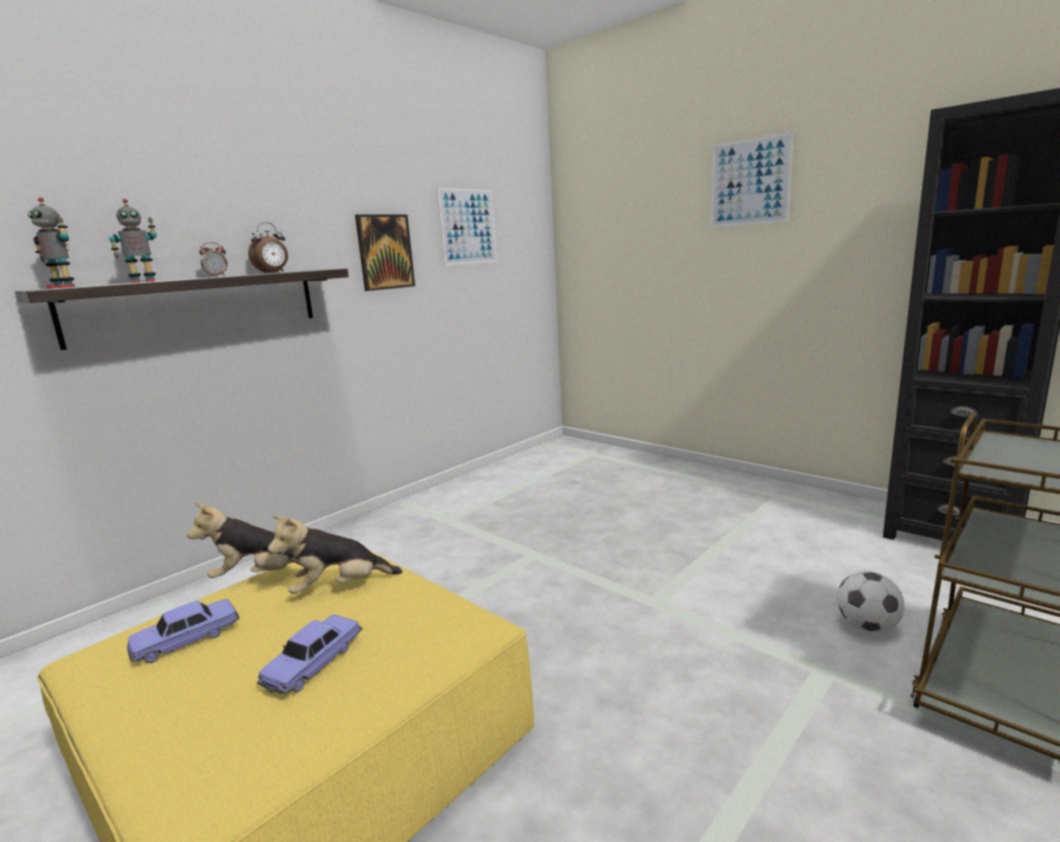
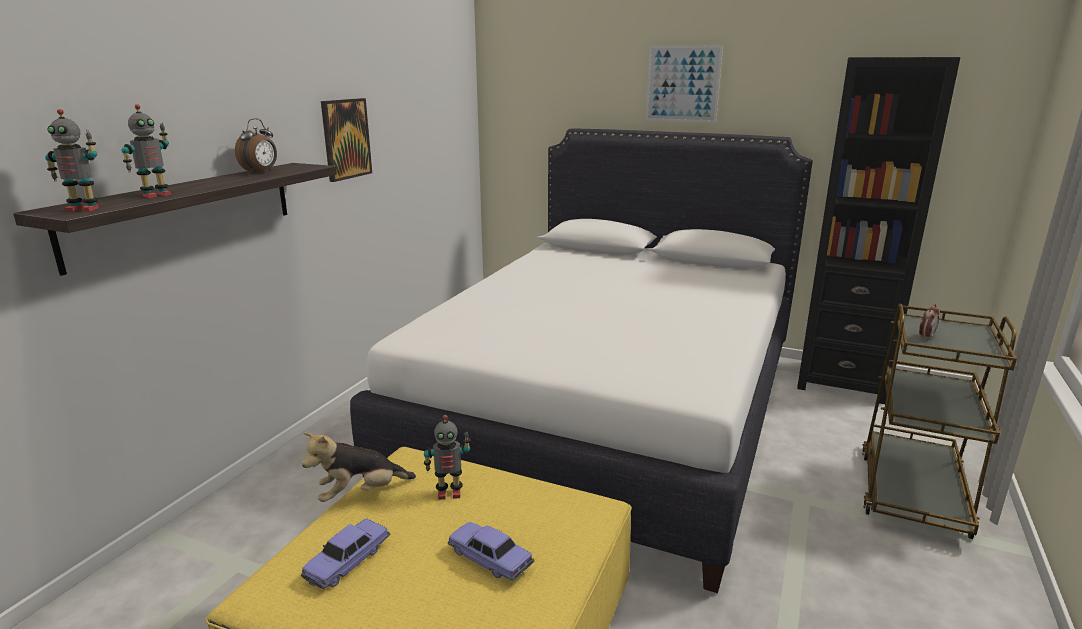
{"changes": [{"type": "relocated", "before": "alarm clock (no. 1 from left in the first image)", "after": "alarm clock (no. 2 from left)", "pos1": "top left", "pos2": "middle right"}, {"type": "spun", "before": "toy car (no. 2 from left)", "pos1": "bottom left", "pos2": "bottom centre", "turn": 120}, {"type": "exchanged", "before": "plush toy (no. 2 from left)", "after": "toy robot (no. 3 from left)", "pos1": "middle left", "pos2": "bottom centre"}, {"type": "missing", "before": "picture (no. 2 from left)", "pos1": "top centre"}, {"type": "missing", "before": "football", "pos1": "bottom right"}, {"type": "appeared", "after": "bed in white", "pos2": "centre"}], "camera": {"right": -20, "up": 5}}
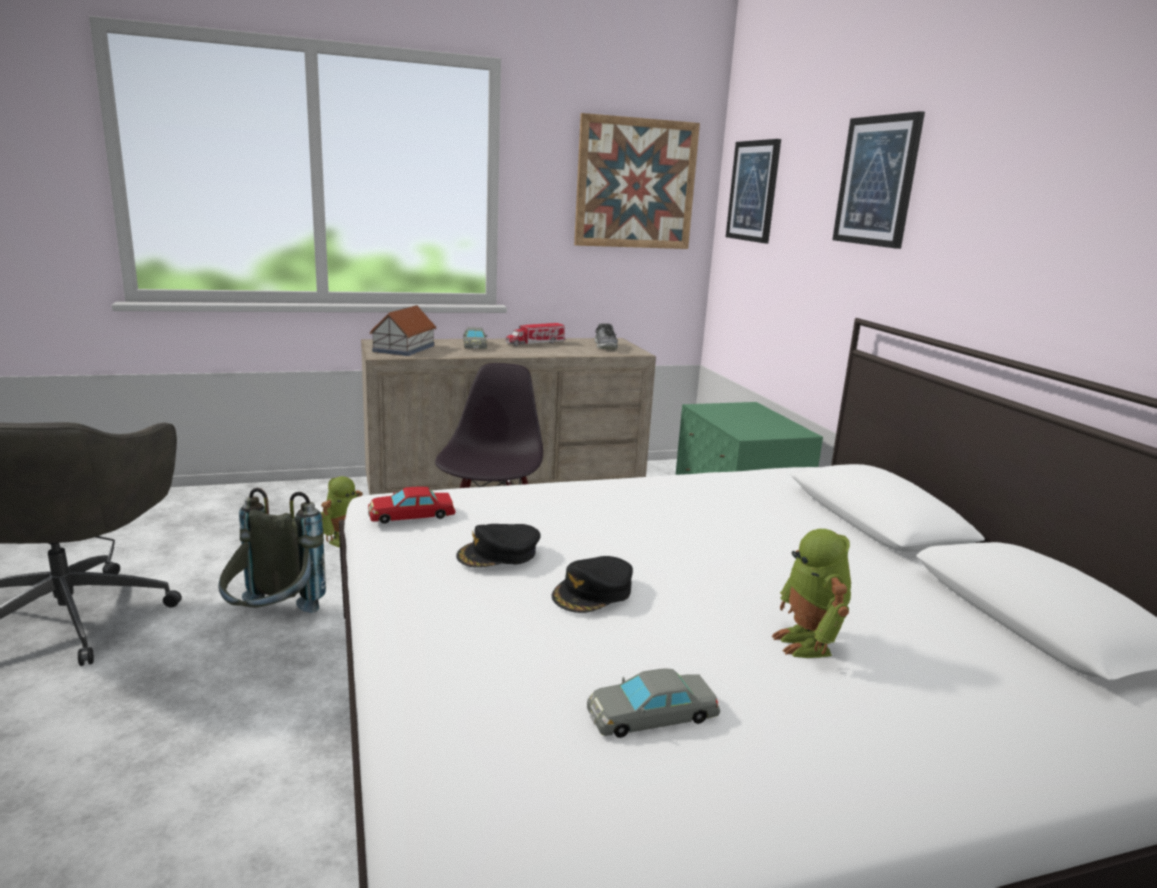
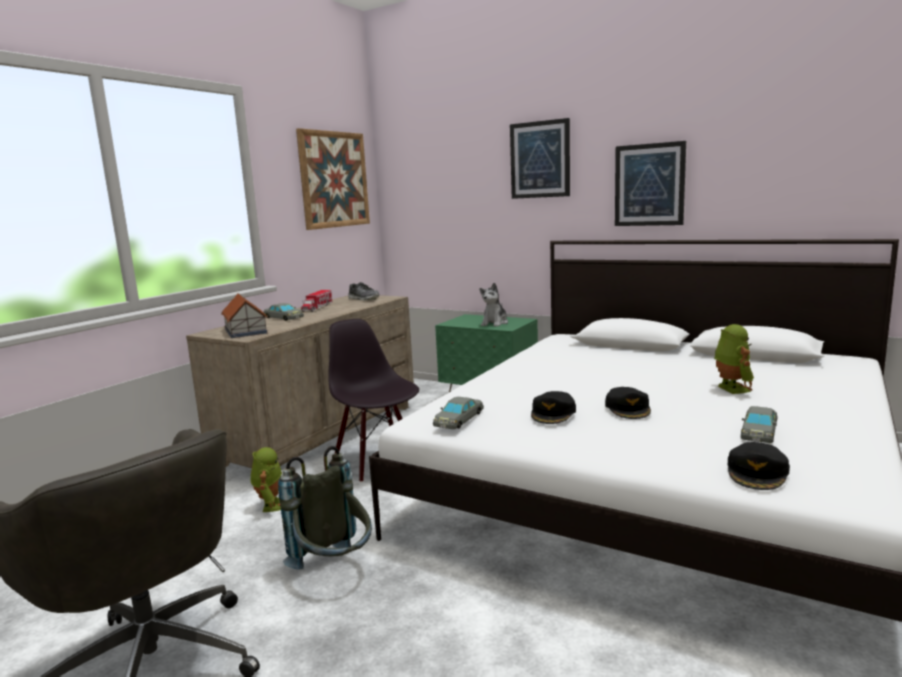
{"changes": [{"type": "colour", "before": "toy car in red", "after": "toy car in grey (no. 2 from left)", "pos1": "centre", "pos2": "centre"}, {"type": "relocated", "before": "picture (no. 2 from left in the first image)", "after": "picture (no. 3 from left)", "pos1": "top centre", "pos2": "top right"}, {"type": "spun", "before": "toy robot (no. 2 from left)", "pos1": "bottom right", "pos2": "middle right", "turn": -135}, {"type": "appeared", "after": "plush toy", "pos2": "centre"}, {"type": "appeared", "after": "cap in black (no. 3 from left)", "pos2": "bottom right"}], "camera": {"right": -40, "up": -5}}
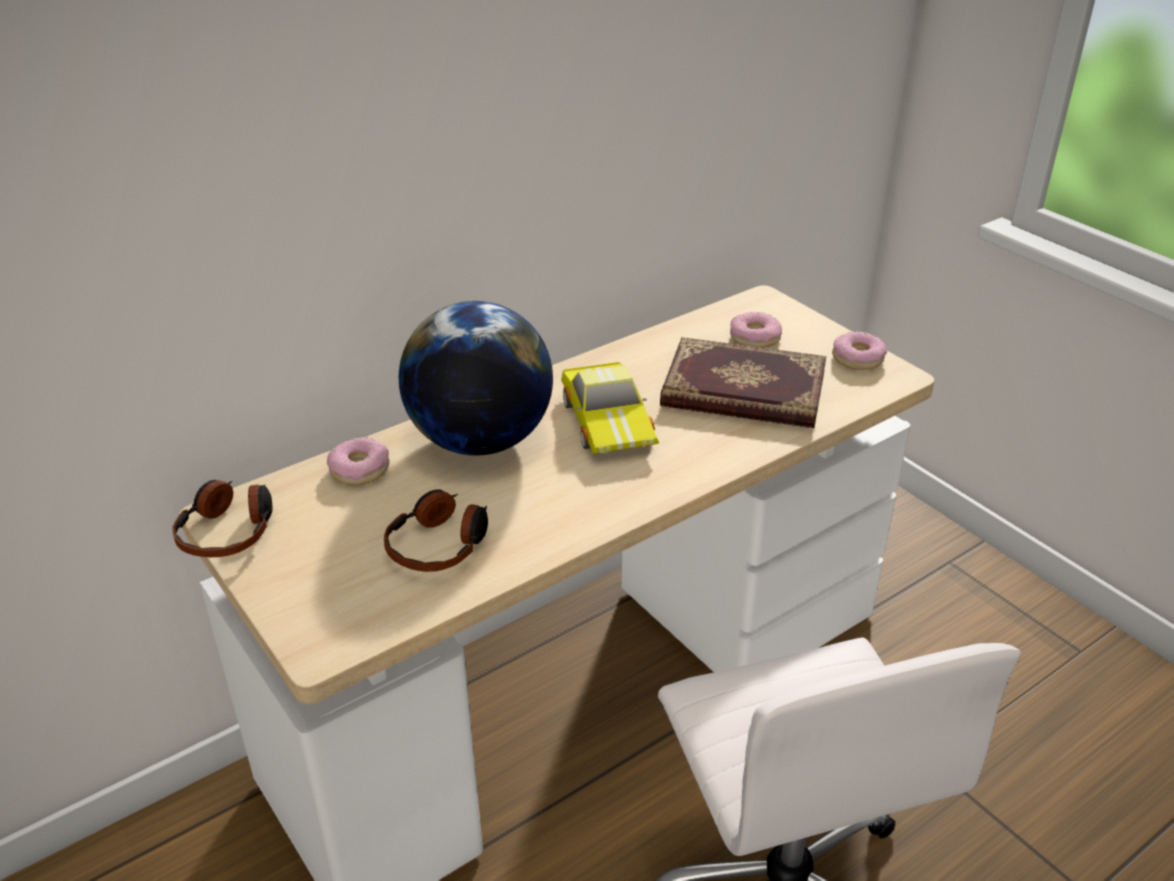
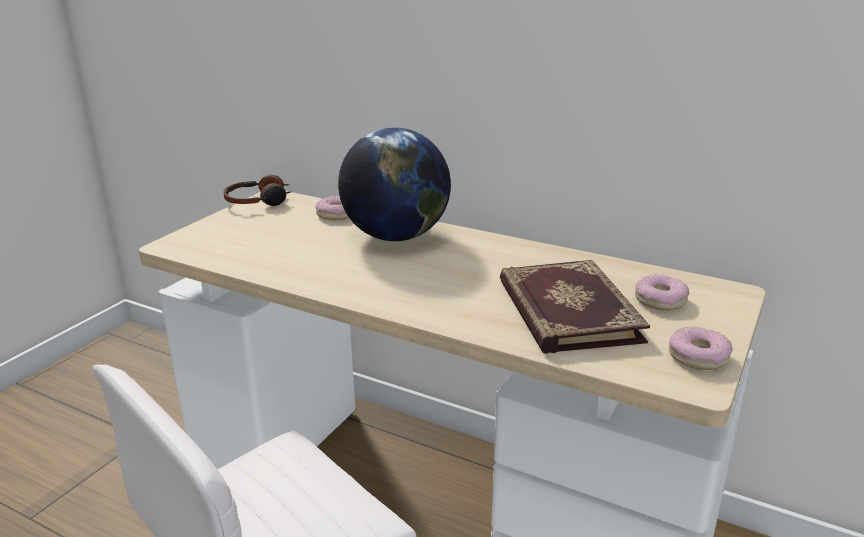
{"changes": [{"type": "missing", "before": "headphones (no. 2 from left)", "pos1": "centre"}, {"type": "missing", "before": "toy car", "pos1": "centre"}], "camera": {"right": 65, "up": -10}}
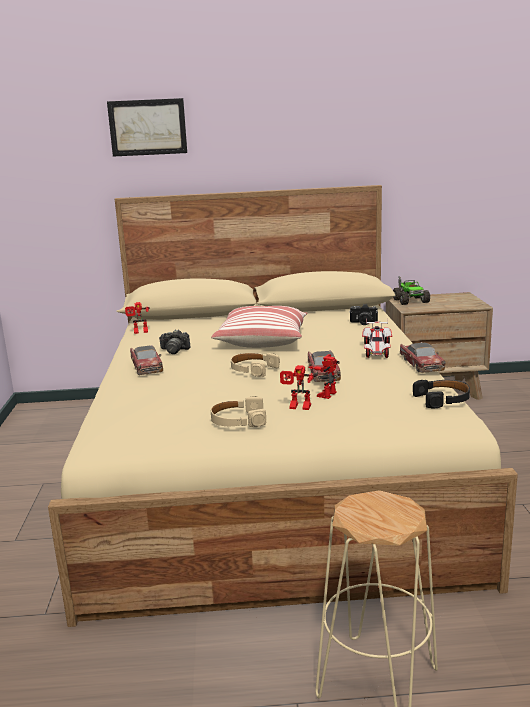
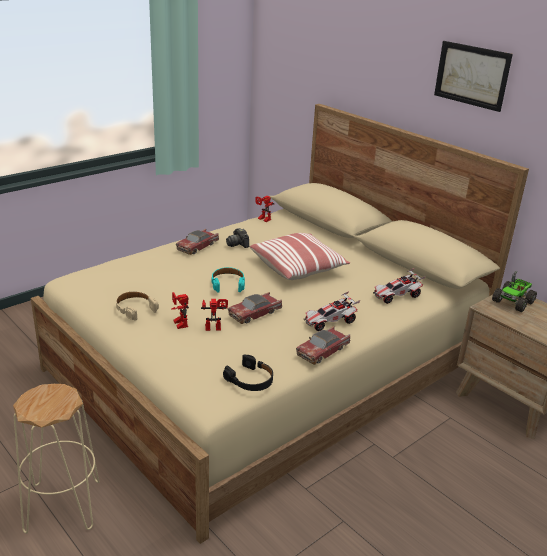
{"changes": [{"type": "relocated", "before": "picture", "pos1": "top left", "pos2": "top right"}, {"type": "colour", "before": "headphones in beige (no. 2 from left)", "after": "headphones in turquoise", "pos1": "centre", "pos2": "centre"}, {"type": "exchanged", "before": "photo camera (no. 2 from left)", "after": "toy car (no. 5 from left)", "pos1": "middle right", "pos2": "middle right"}], "camera": {"right": 50, "up": 10}}
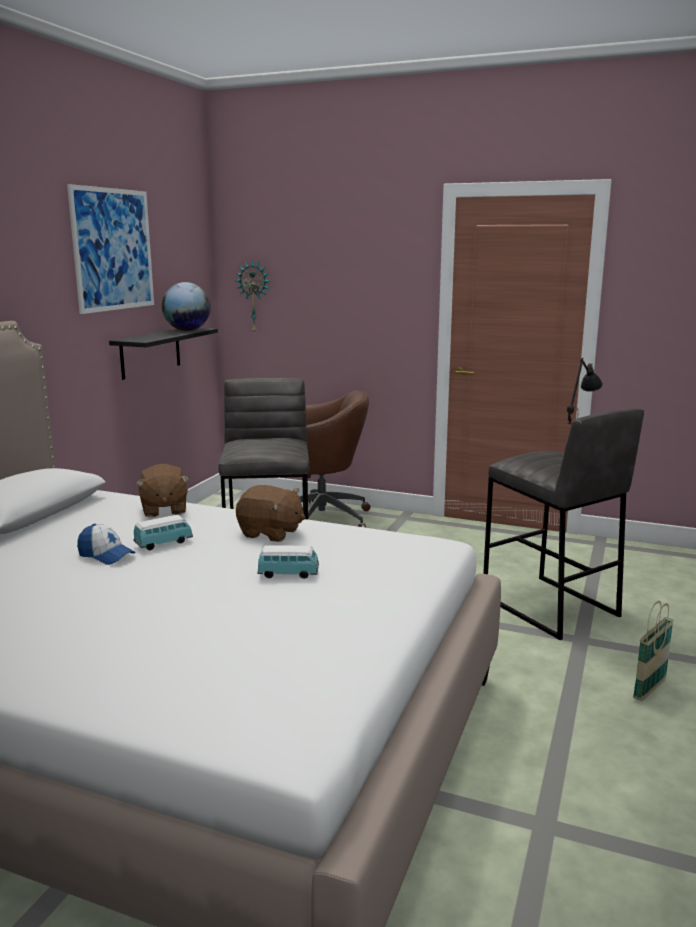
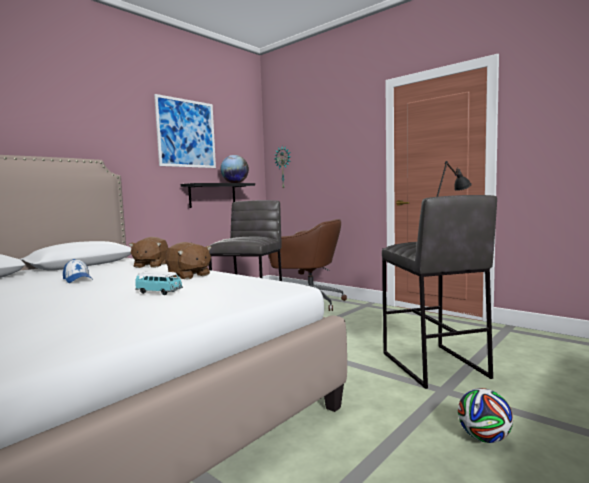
{"changes": [{"type": "missing", "before": "toy car (no. 1 from left)", "pos1": "middle left"}, {"type": "exchanged", "before": "basket", "after": "football", "pos1": "bottom right", "pos2": "bottom right"}], "camera": {"right": 20, "up": -10}}
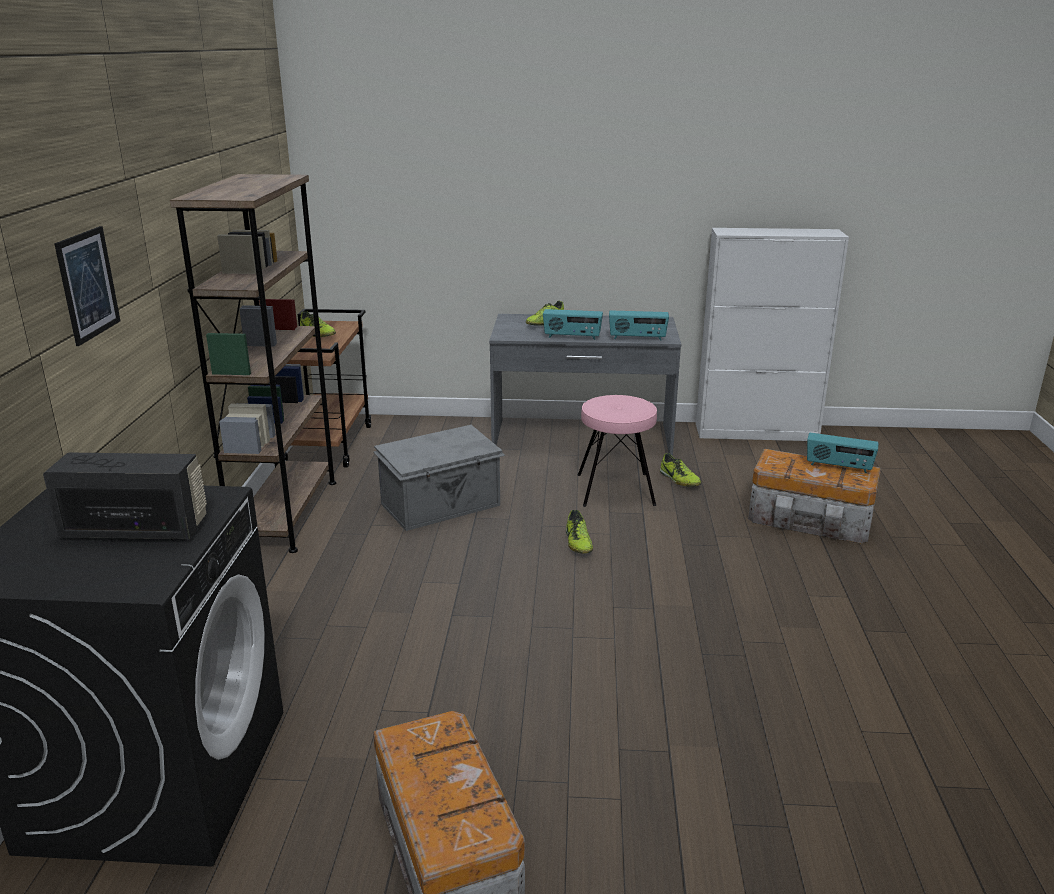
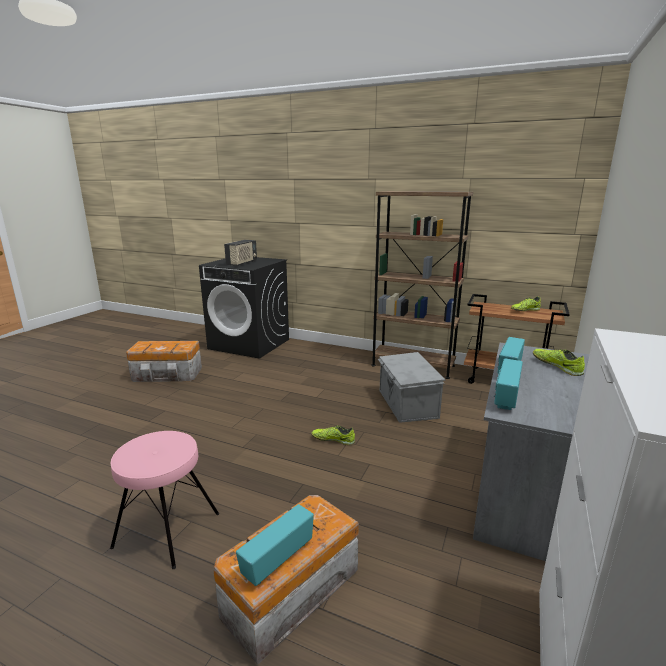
{"changes": [{"type": "missing", "before": "picture", "pos1": "top left"}, {"type": "relocated", "before": "stool in pink", "pos1": "centre", "pos2": "bottom left"}, {"type": "missing", "before": "shoe (no. 4 from left)", "pos1": "centre"}], "camera": {"right": 110, "up": -5}}
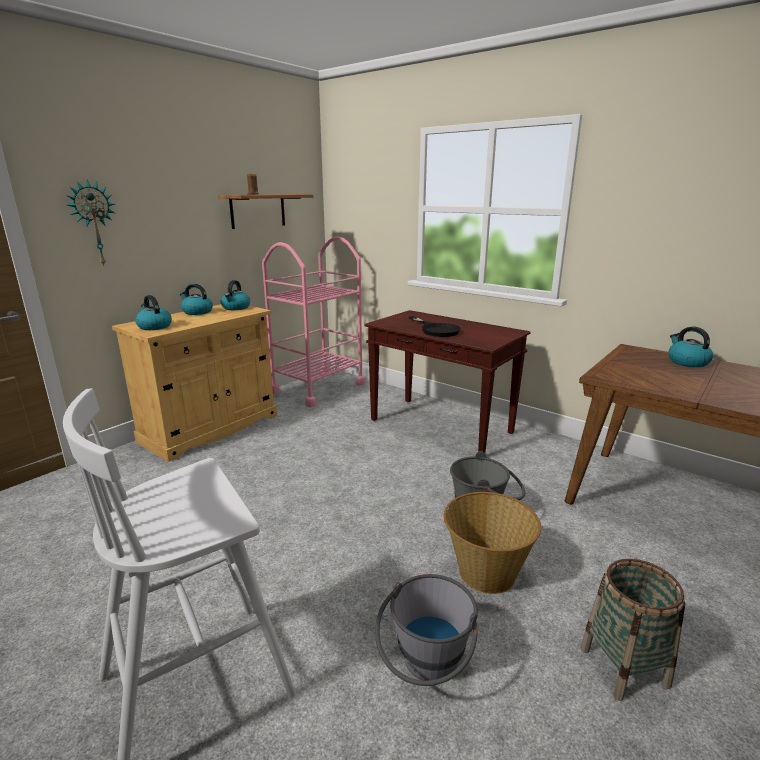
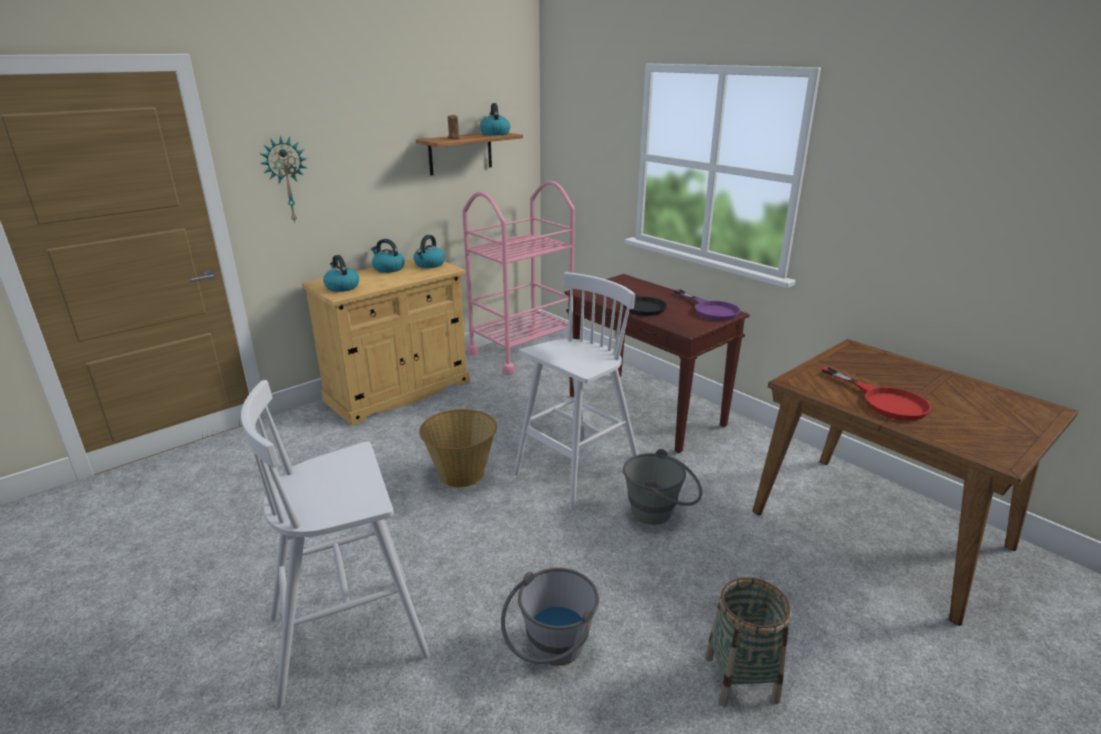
{"changes": [{"type": "relocated", "before": "basket (no. 1 from left)", "pos1": "bottom centre", "pos2": "centre"}, {"type": "relocated", "before": "kettle (no. 4 from left)", "pos1": "middle right", "pos2": "top centre"}, {"type": "appeared", "after": "stool in white (no. 2 from left)", "pos2": "centre"}, {"type": "appeared", "after": "frying pan in purple", "pos2": "centre"}, {"type": "appeared", "after": "frying pan in red", "pos2": "middle right"}], "camera": {"right": 10, "up": 5}}
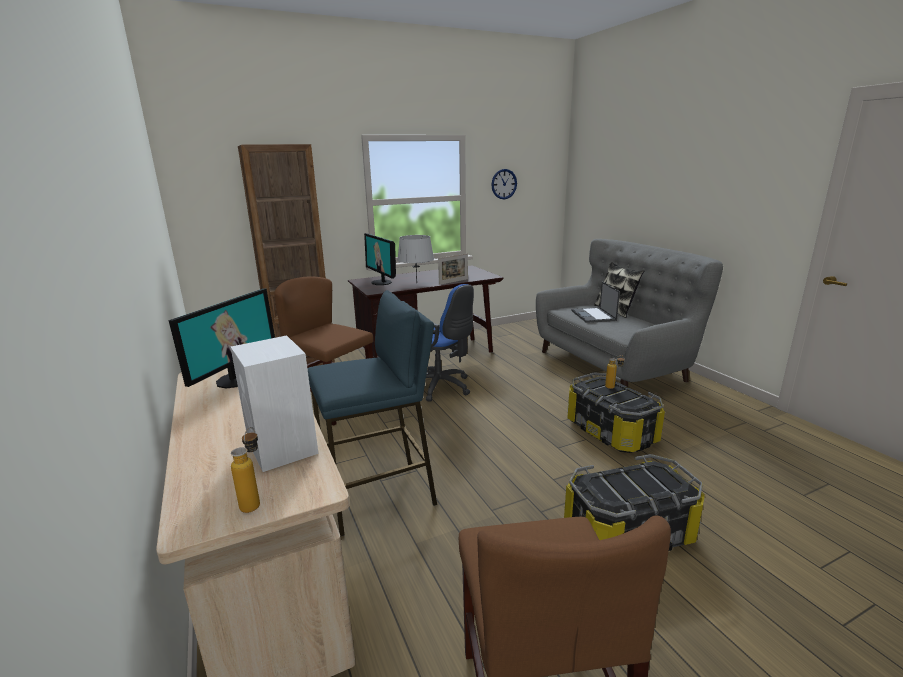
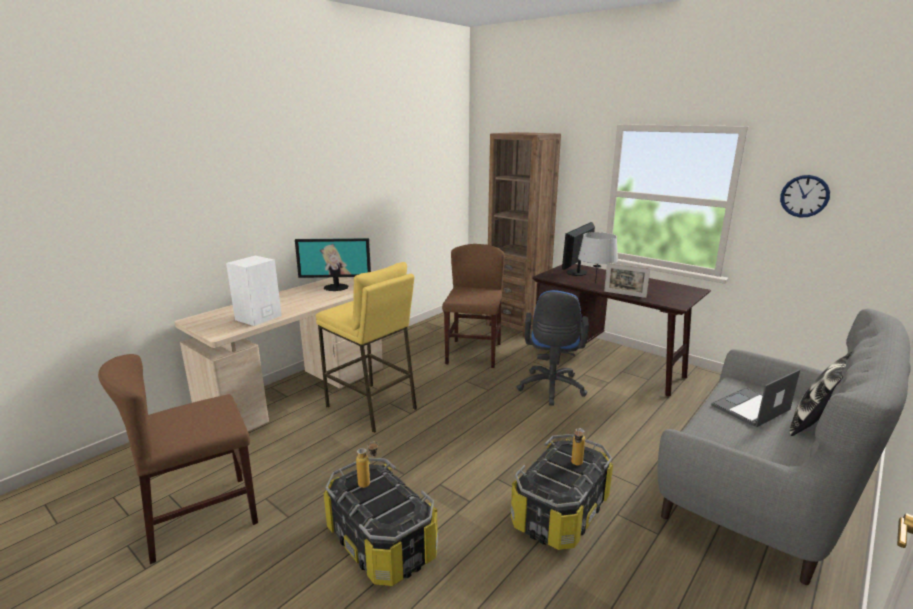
{"changes": [{"type": "relocated", "before": "bottle (no. 1 from left)", "pos1": "bottom left", "pos2": "bottom centre"}, {"type": "colour", "before": "stool in blue", "after": "stool in yellow", "pos1": "centre", "pos2": "centre"}], "camera": {"right": 65, "up": 0}}
